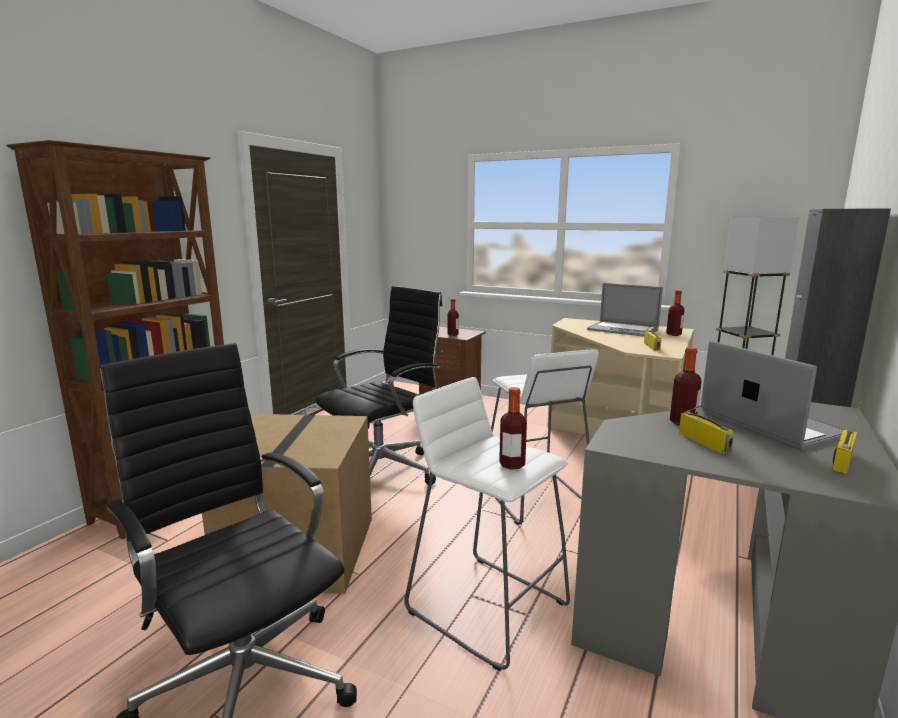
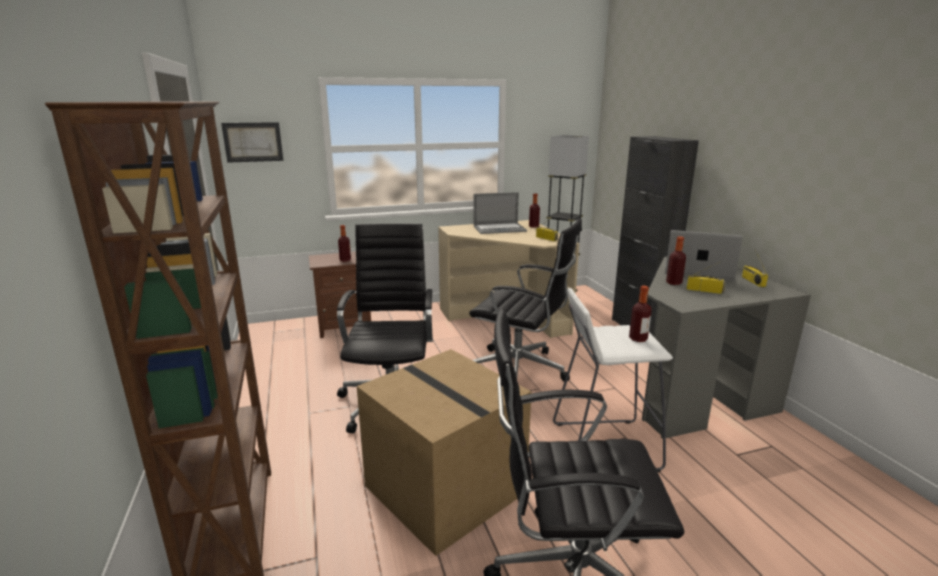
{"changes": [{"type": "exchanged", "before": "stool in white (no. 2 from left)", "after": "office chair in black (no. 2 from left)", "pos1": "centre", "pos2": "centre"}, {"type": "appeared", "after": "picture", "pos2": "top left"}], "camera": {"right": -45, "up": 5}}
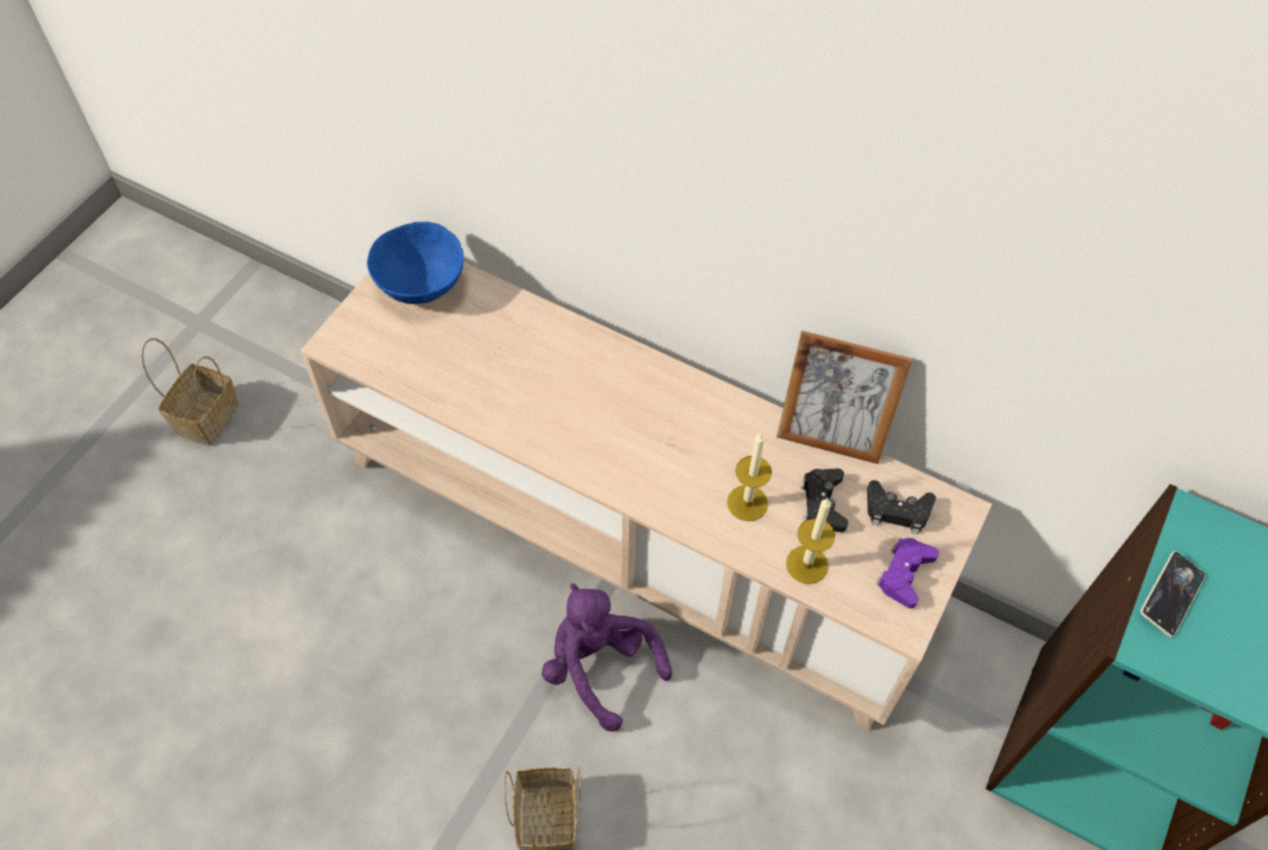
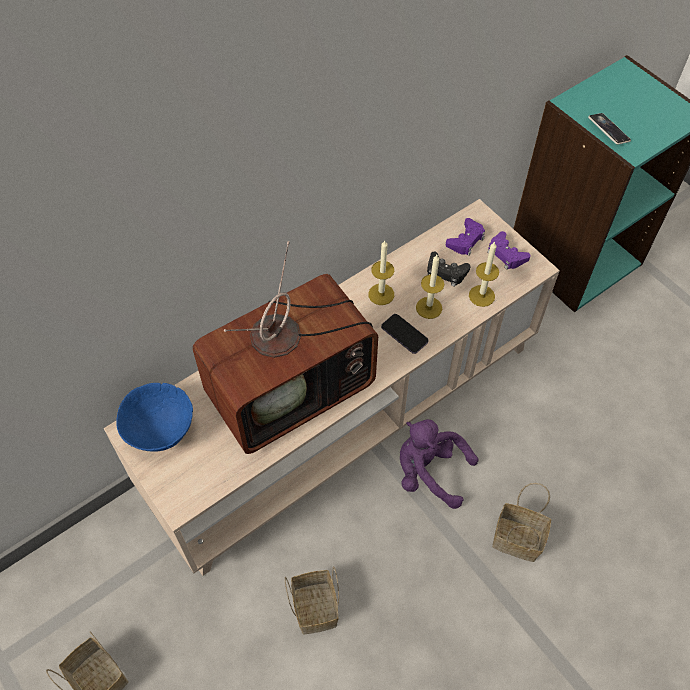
{"changes": [{"type": "spun", "before": "plush toy in purple", "pos1": "bottom centre", "pos2": "bottom centre", "turn": 45}, {"type": "missing", "before": "picture frame", "pos1": "centre"}, {"type": "colour", "before": "game controller in black (no. 2 from left)", "after": "game controller in purple (no. 1 from left)", "pos1": "middle right", "pos2": "middle right"}, {"type": "appeared", "after": "television", "pos2": "centre"}, {"type": "appeared", "after": "basket (no. 2 from left)", "pos2": "bottom centre"}, {"type": "appeared", "after": "candle (no. 1 from left)", "pos2": "centre"}, {"type": "appeared", "after": "phone (no. 1 from left)", "pos2": "centre"}], "camera": {"right": -65, "up": 0}}
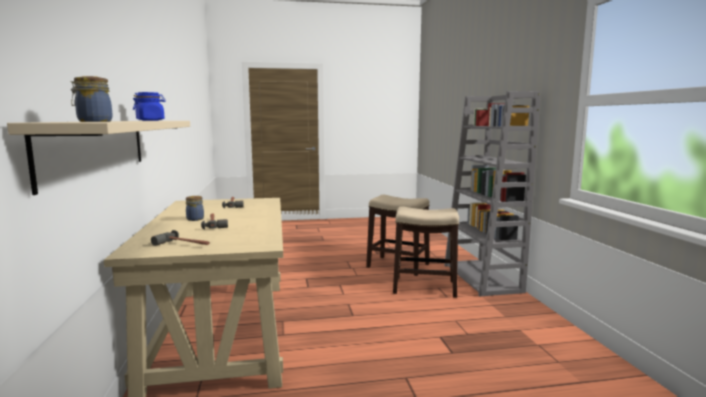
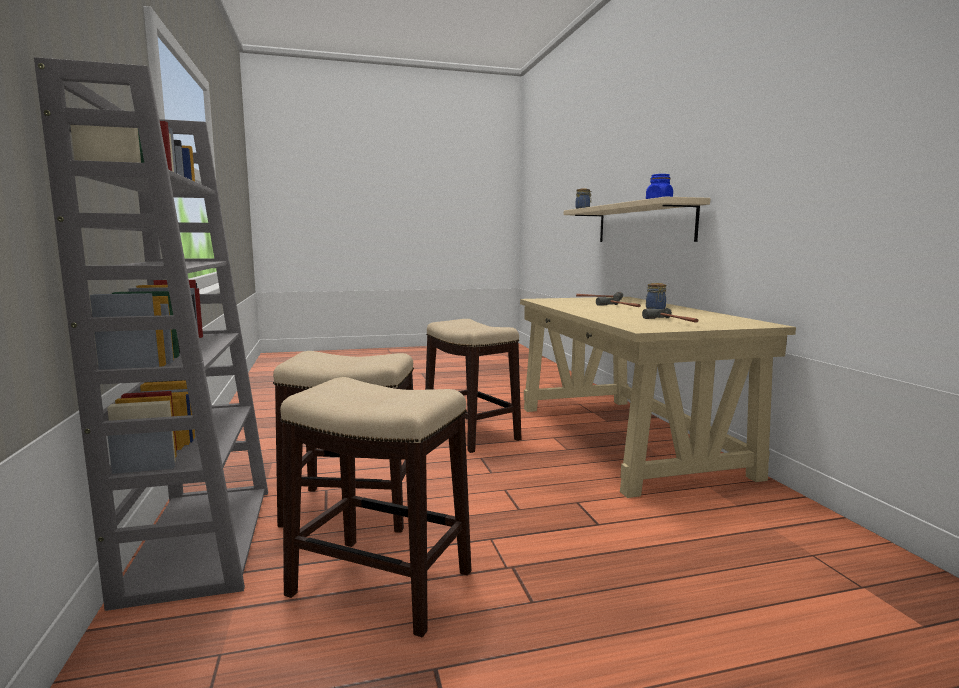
{"changes": [{"type": "appeared", "after": "stool (no. 3 from left)", "pos2": "centre"}], "camera": {"right": 175, "up": 0}}
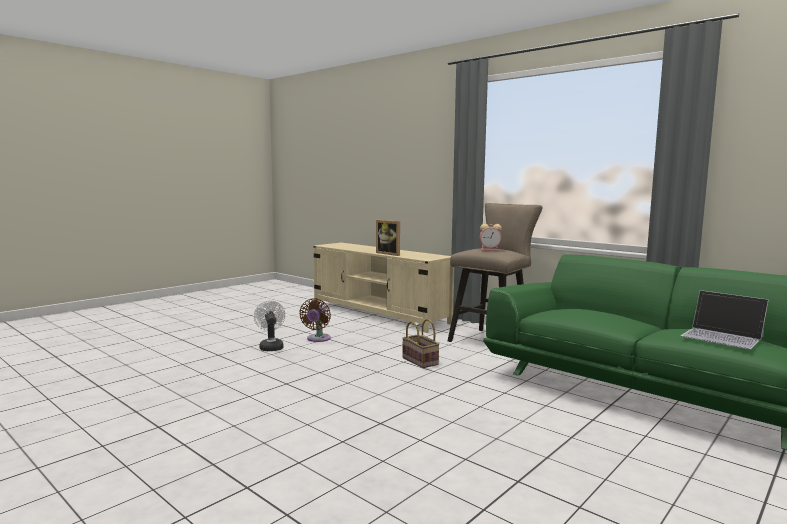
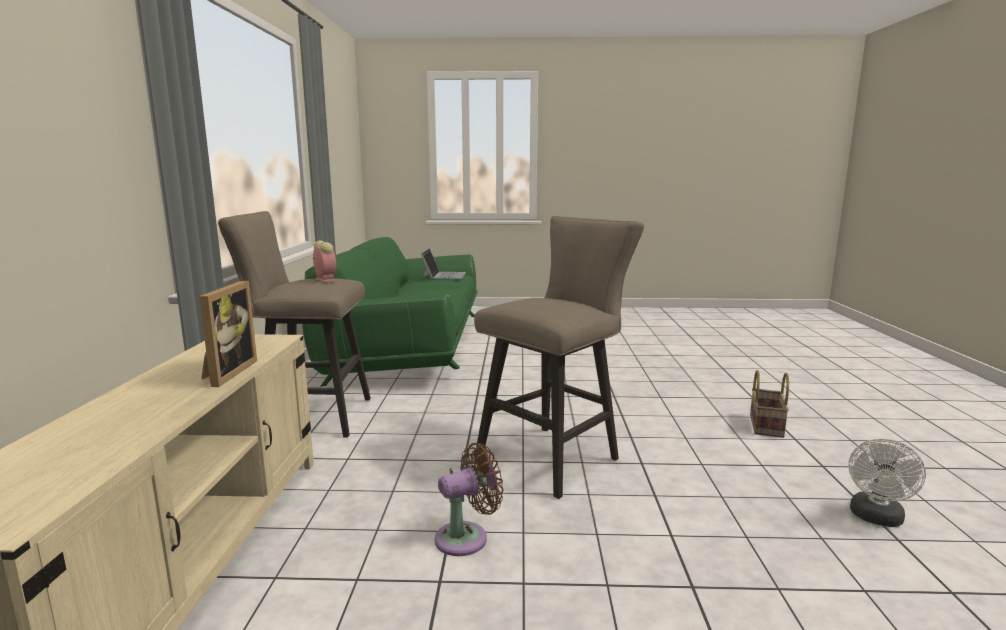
{"changes": [{"type": "relocated", "before": "fan in white", "pos1": "centre", "pos2": "bottom right"}, {"type": "relocated", "before": "basket", "pos1": "centre", "pos2": "middle right"}, {"type": "appeared", "after": "stool in beige (no. 2 from left)", "pos2": "centre"}], "camera": {"right": -130, "up": 5}}
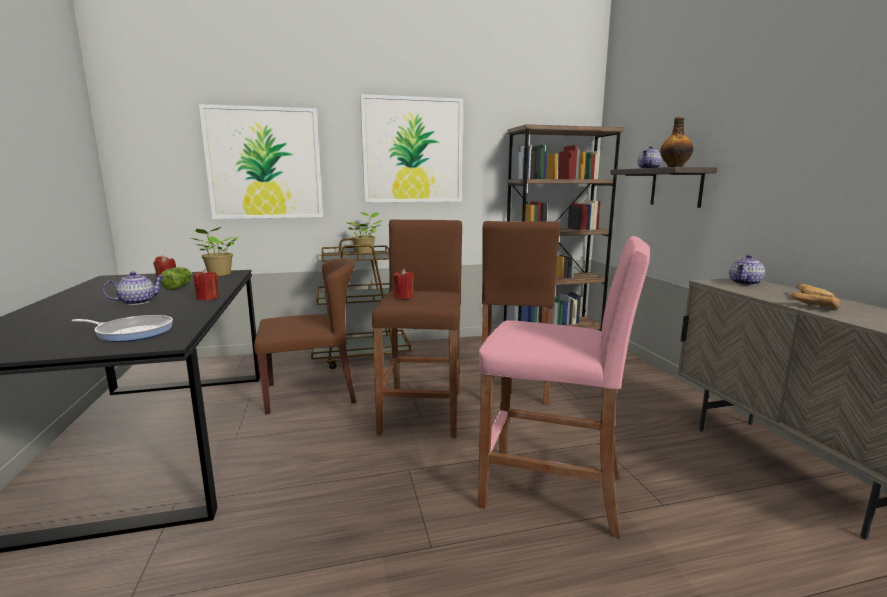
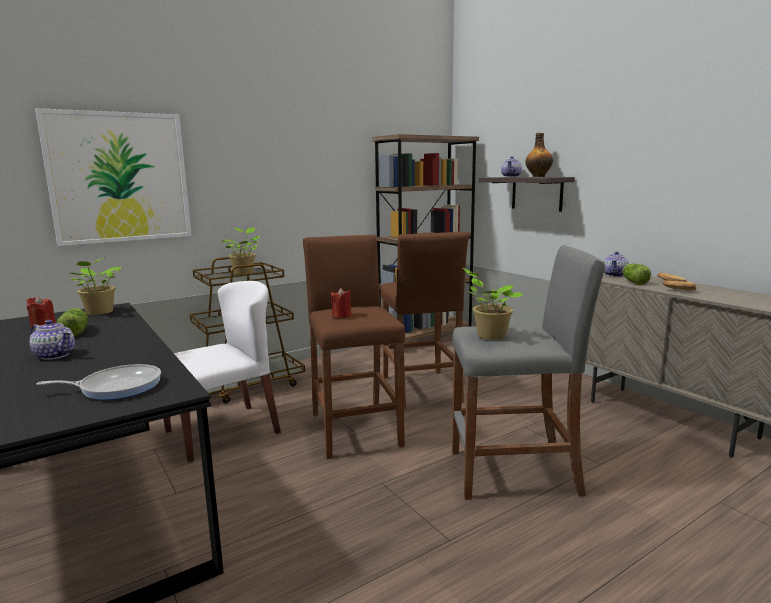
{"changes": [{"type": "spun", "before": "teapot (no. 1 from left)", "pos1": "middle left", "pos2": "middle left", "turn": 90}, {"type": "missing", "before": "candle in red (no. 2 from left)", "pos1": "middle left"}, {"type": "colour", "before": "chair in brown", "after": "chair in white", "pos1": "centre", "pos2": "middle left"}, {"type": "missing", "before": "picture (no. 2 from left)", "pos1": "top centre"}, {"type": "colour", "before": "stool in pink", "after": "stool in grey", "pos1": "centre", "pos2": "middle right"}, {"type": "appeared", "after": "potted plant (no. 3 from left)", "pos2": "centre"}, {"type": "appeared", "after": "lettuce (no. 2 from left)", "pos2": "middle right"}], "camera": {"right": -20, "up": 0}}
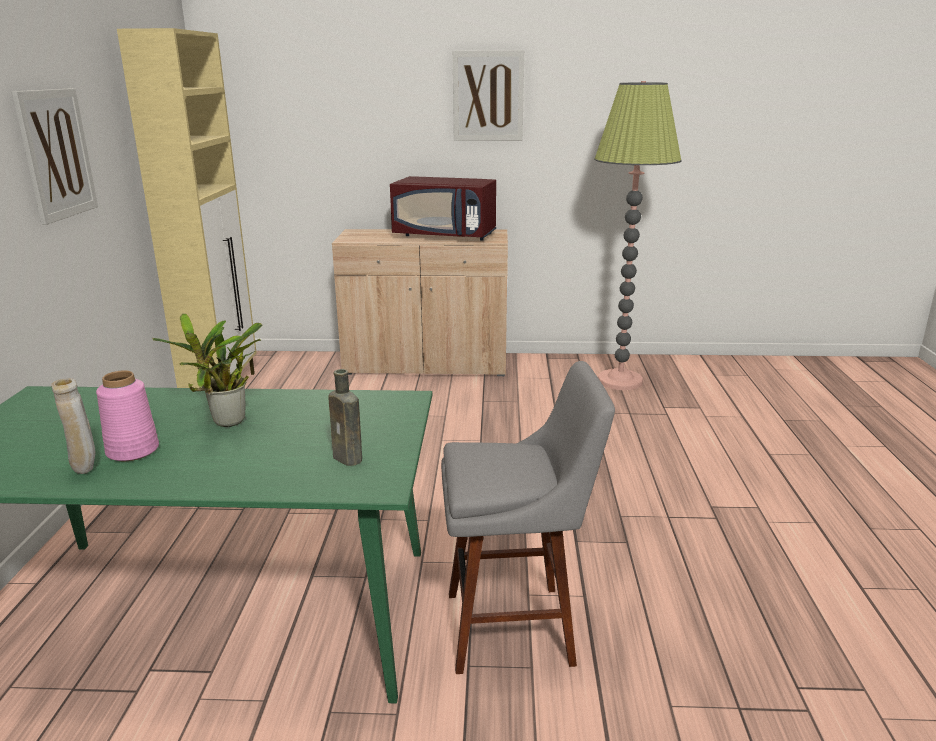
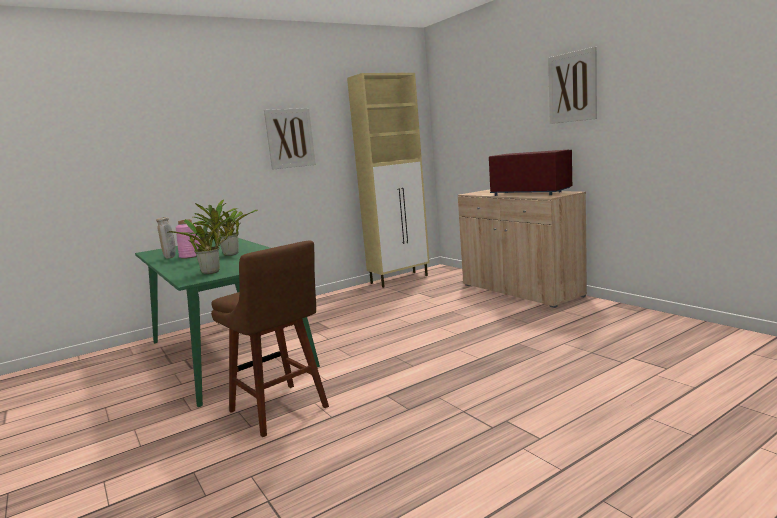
{"changes": [{"type": "exchanged", "before": "bottle in brown", "after": "potted plant (no. 1 from left)", "pos1": "centre", "pos2": "middle left"}, {"type": "spun", "before": "microwave in red", "pos1": "top centre", "pos2": "middle right", "turn": 150}, {"type": "colour", "before": "stool in grey", "after": "stool in brown", "pos1": "bottom centre", "pos2": "centre"}, {"type": "missing", "before": "floor lamp", "pos1": "top right"}], "camera": {"right": 55, "up": -10}}
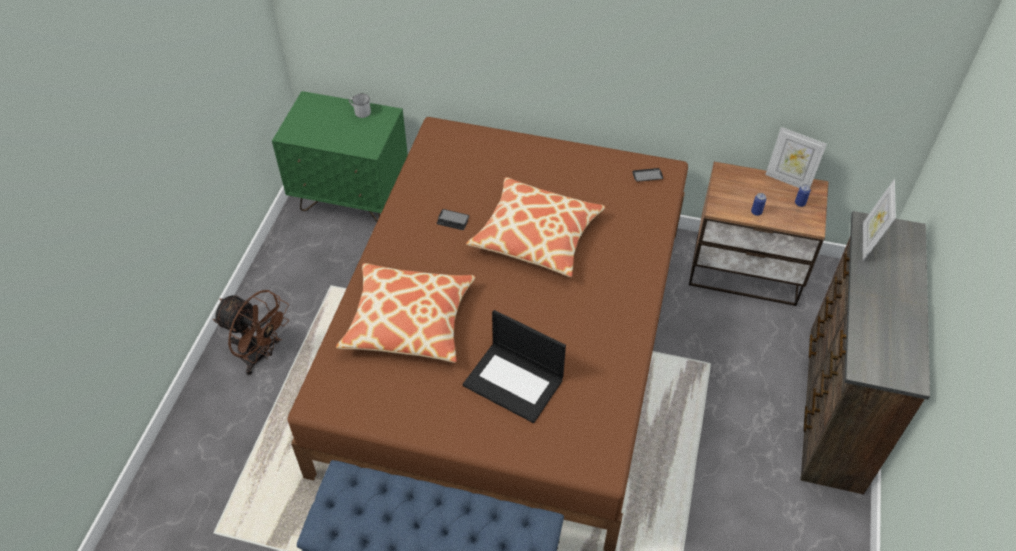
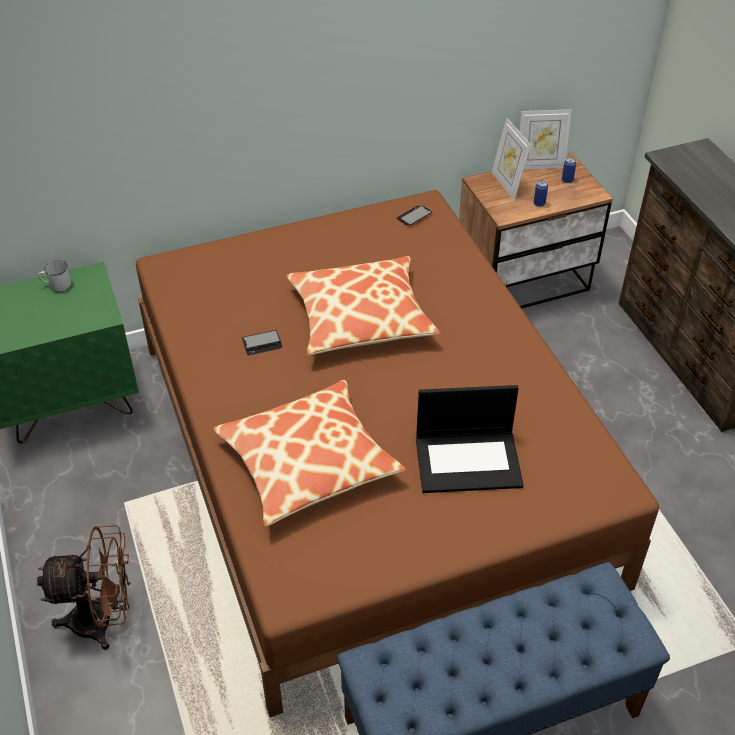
{"changes": [{"type": "relocated", "before": "picture frame (no. 2 from left in the first image)", "after": "picture frame (no. 1 from left)", "pos1": "middle right", "pos2": "top right"}], "camera": {"right": -35, "up": -5}}
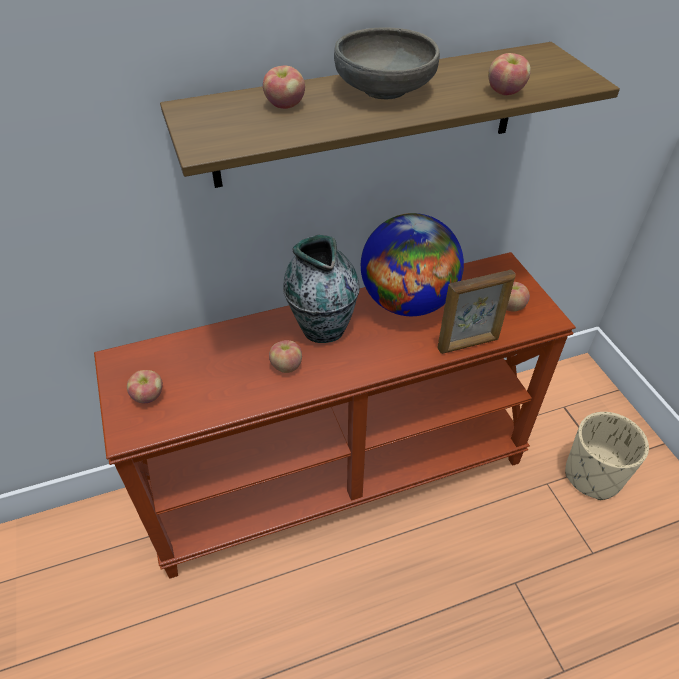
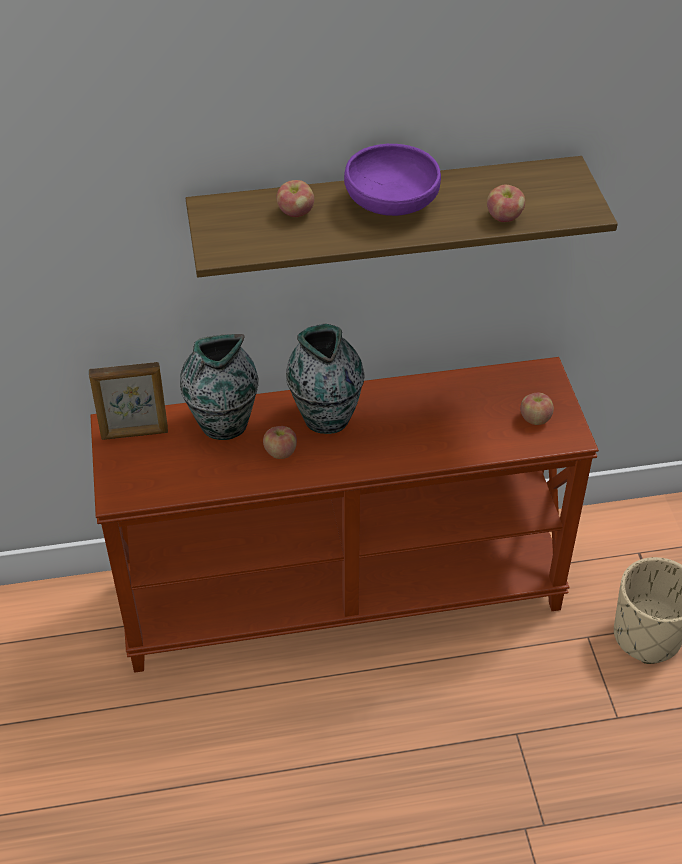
{"changes": [{"type": "missing", "before": "apple (no. 1 from left)", "pos1": "middle left"}, {"type": "colour", "before": "bowl in grey", "after": "bowl in purple", "pos1": "top centre", "pos2": "top centre"}, {"type": "missing", "before": "globe", "pos1": "centre"}, {"type": "relocated", "before": "picture frame", "pos1": "middle right", "pos2": "middle left"}, {"type": "appeared", "after": "vase (no. 1 from left)", "pos2": "middle left"}], "camera": {"right": 10, "up": 0}}
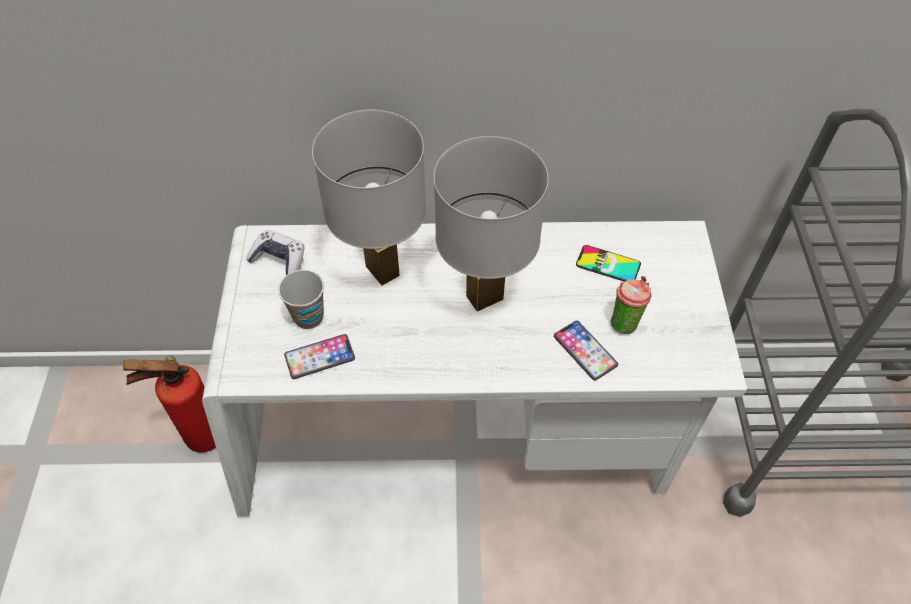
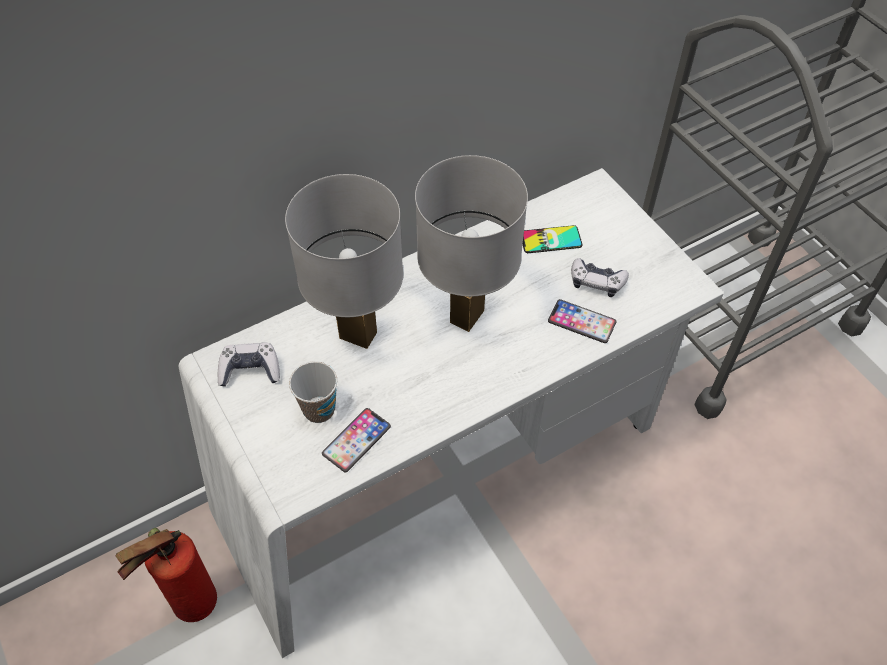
{"changes": [{"type": "exchanged", "before": "cup (no. 2 from left)", "after": "game controller (no. 2 from left)", "pos1": "middle right", "pos2": "middle right"}], "camera": {"right": -30, "up": 0}}
